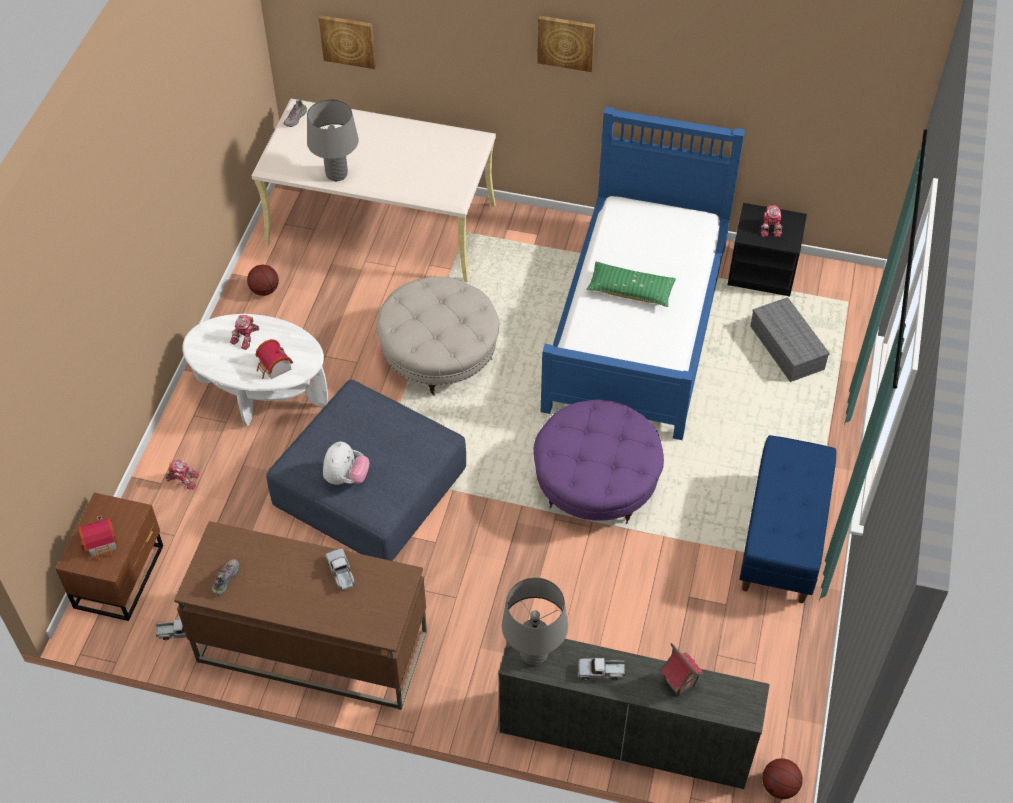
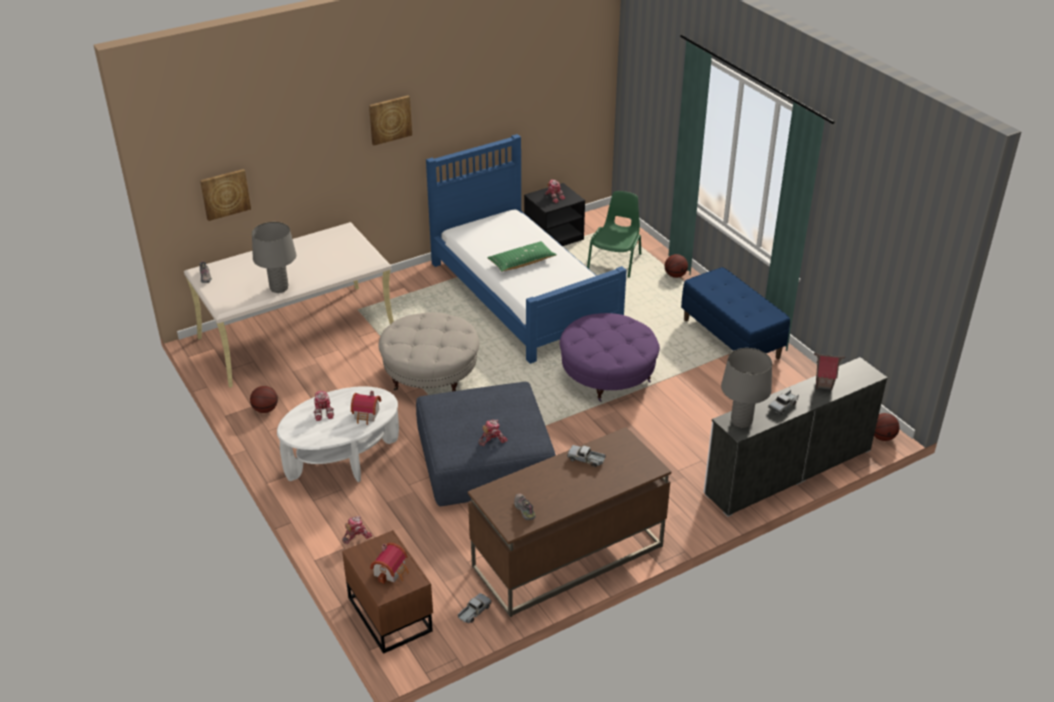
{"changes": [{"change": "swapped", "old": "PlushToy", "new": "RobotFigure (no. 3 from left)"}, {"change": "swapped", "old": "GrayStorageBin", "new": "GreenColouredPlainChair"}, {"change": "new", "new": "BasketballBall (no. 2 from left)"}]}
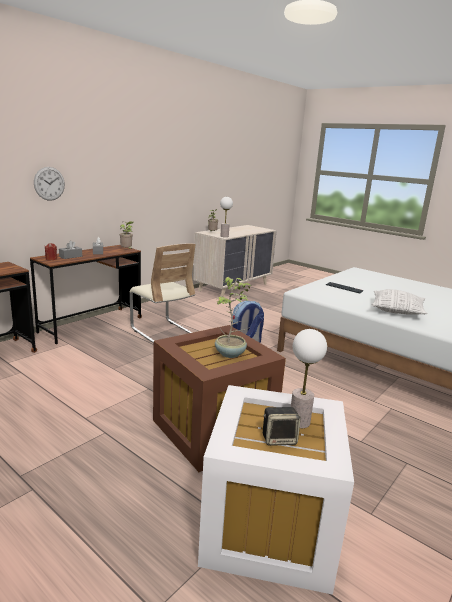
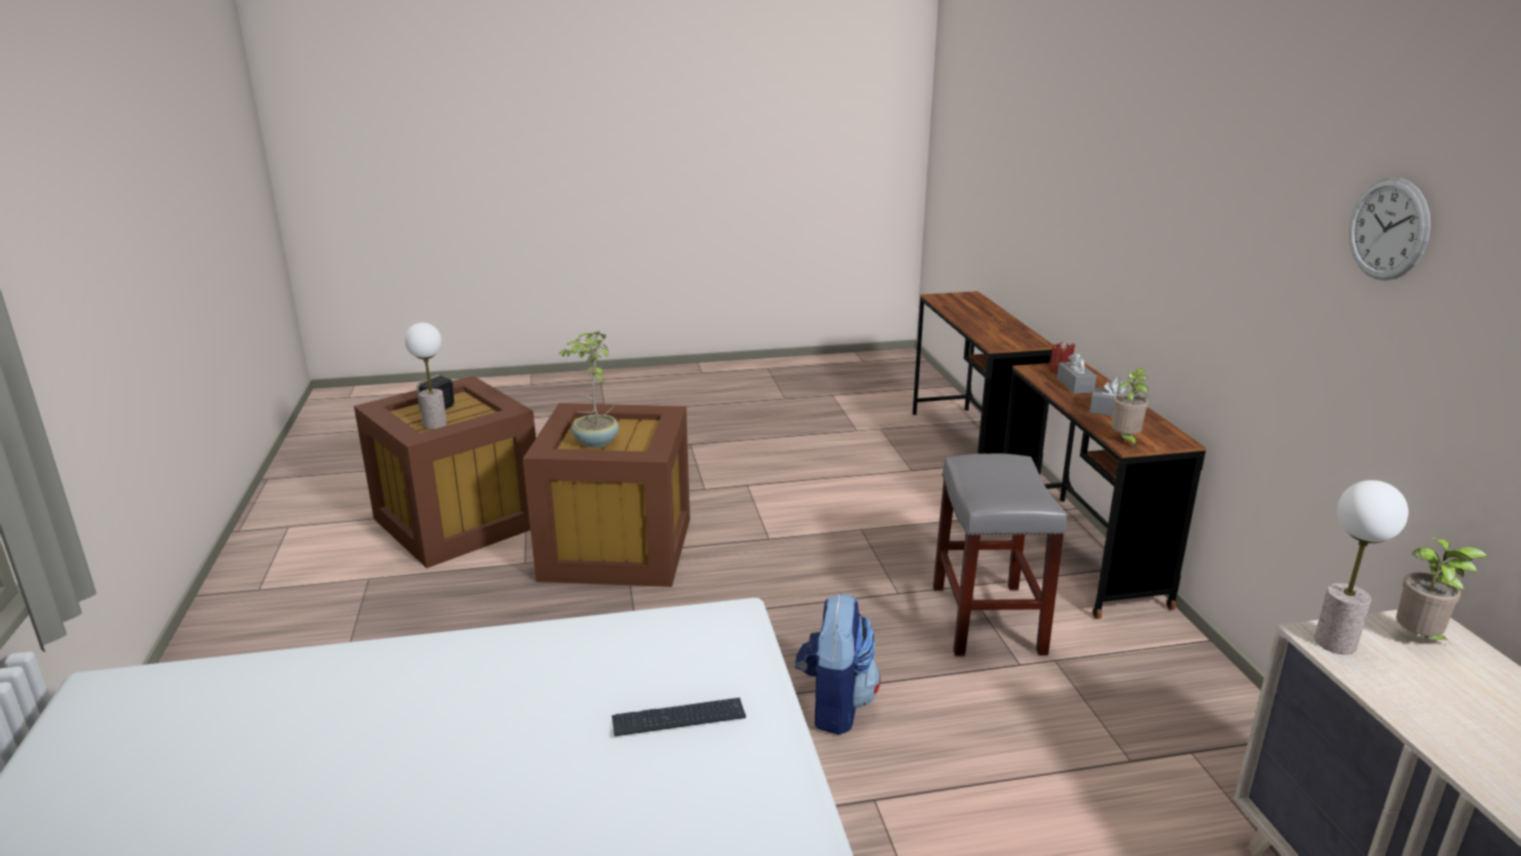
{"changes": [{"change": "repainted", "old": "WhiteStorageBin", "new": "BrownishStorageBin (no. 1 from left)"}, {"change": "swapped", "old": "BeigePlainChair", "new": "GrayStoolSeat"}, {"change": "shifted", "old": "HangingClock"}, {"change": "gone", "old": "ThrowPillow"}]}
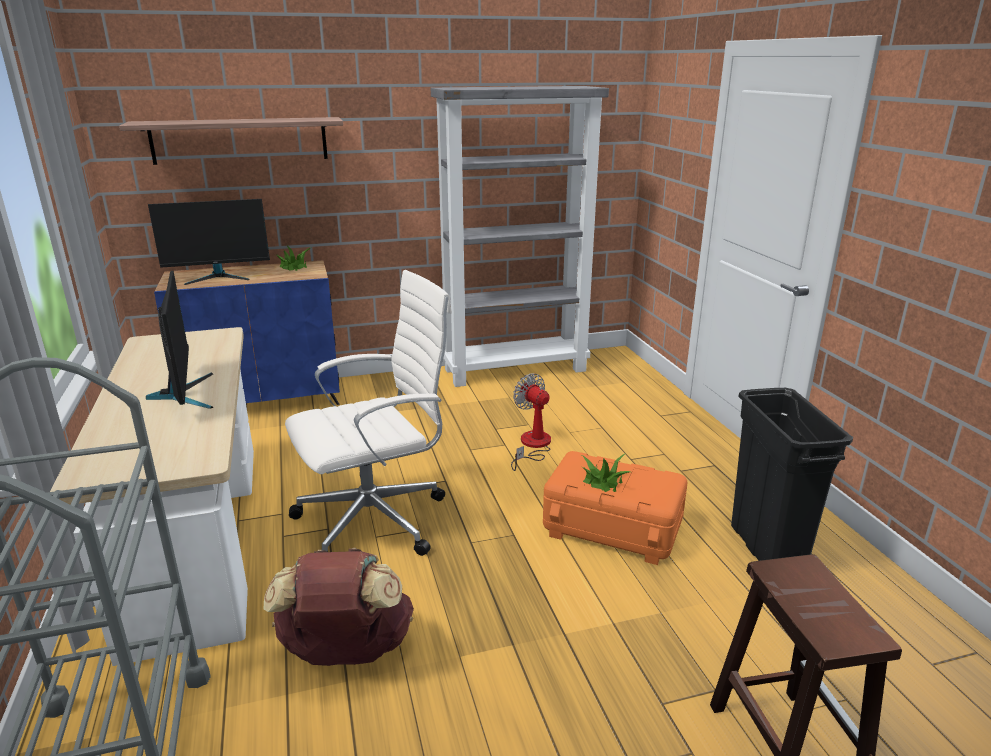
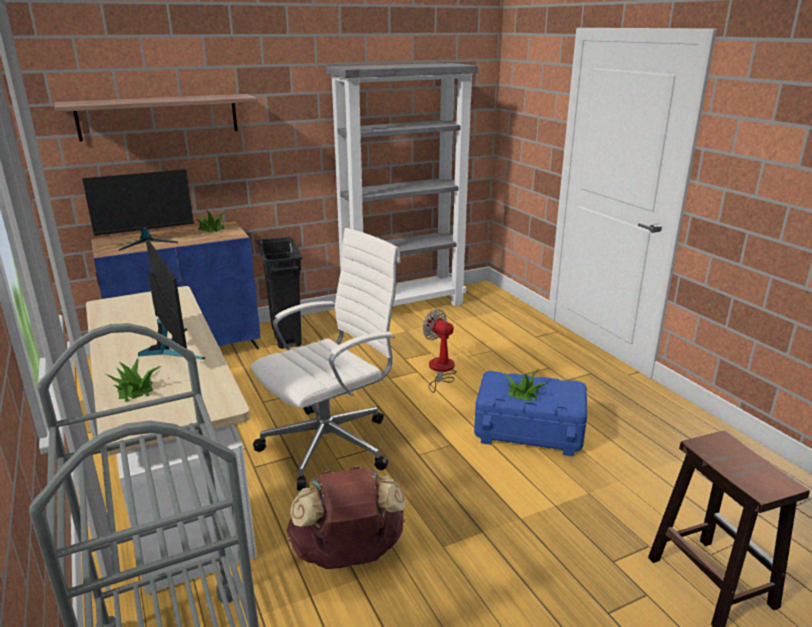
{"changes": [{"change": "new", "new": "Houseplant (no. 1 from left)"}, {"change": "shifted", "old": "BlackishWasteBin"}, {"change": "repainted", "old": "OrangeColouredStorageBin", "new": "BluishStorageBin"}]}
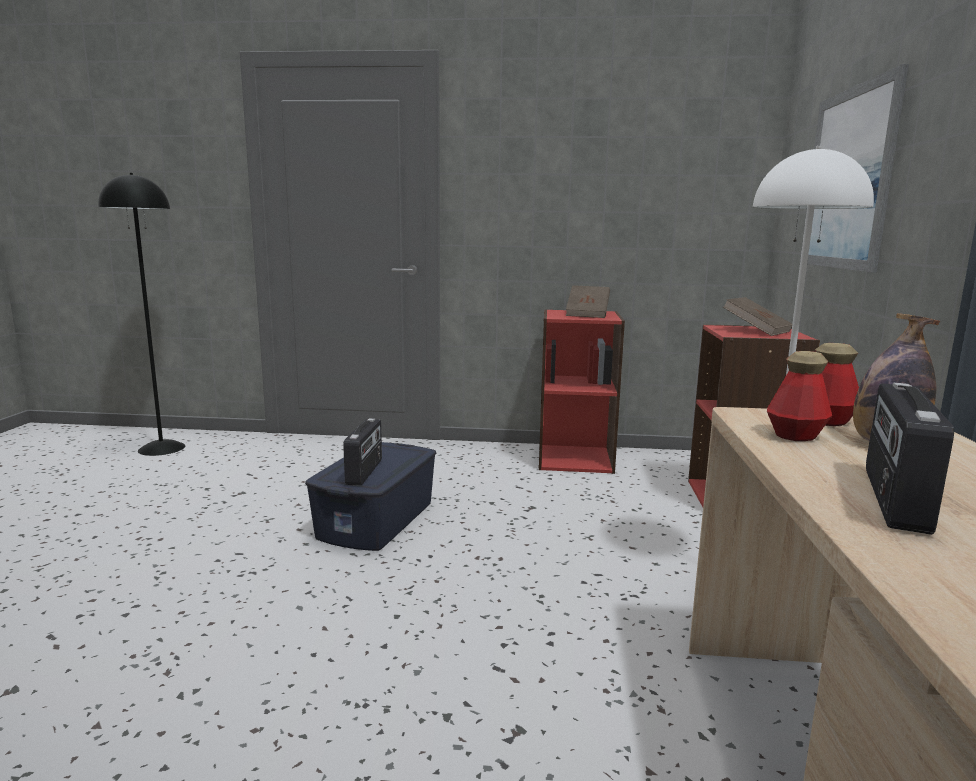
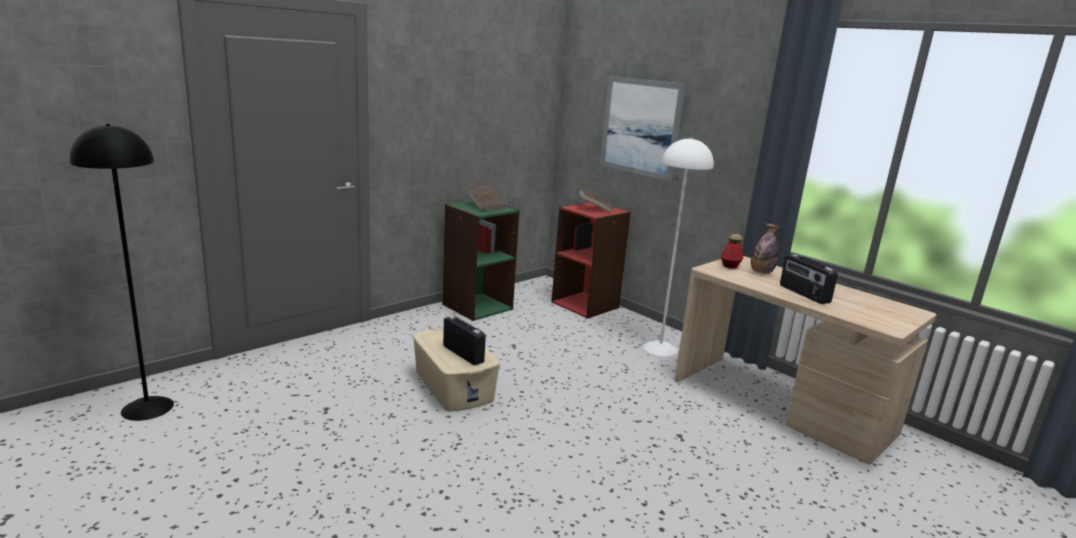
{"changes": [{"change": "repainted", "old": "BluishStorageBin", "new": "BeigeStorageBin"}, {"change": "repainted", "old": "RedBookshelf (no. 1 from left)", "new": "GreenColouredBookshelf"}, {"change": "gone", "old": "BeverageBottle (no. 1 from left)"}]}
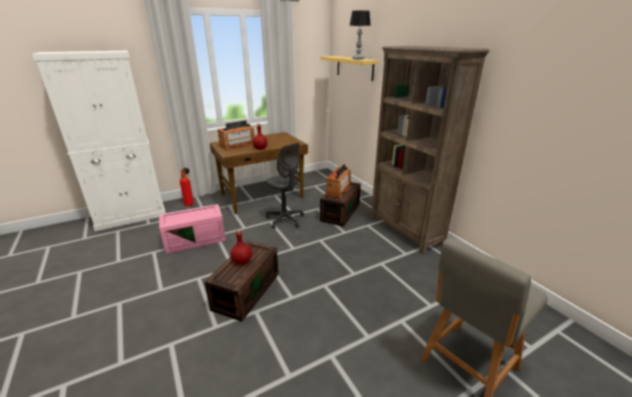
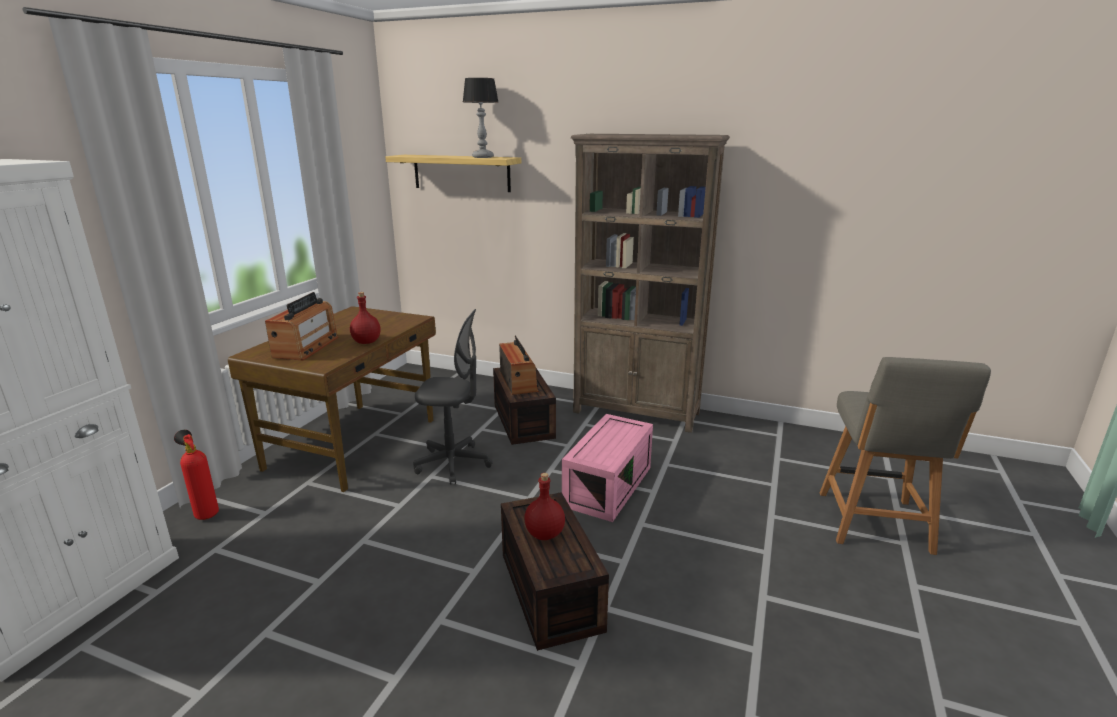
{"changes": [{"change": "shifted", "old": "PinkStorageBin"}]}
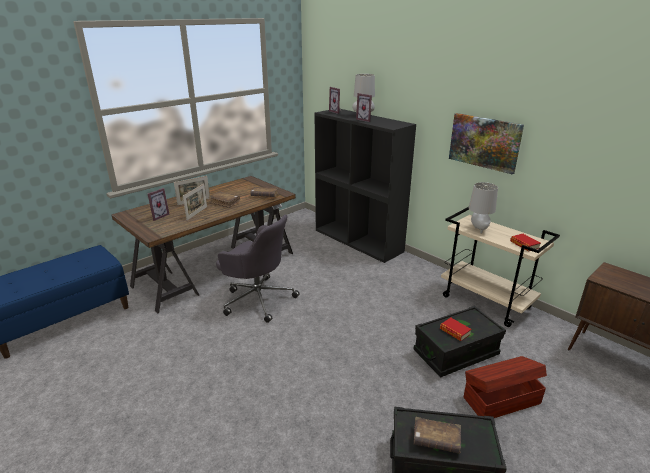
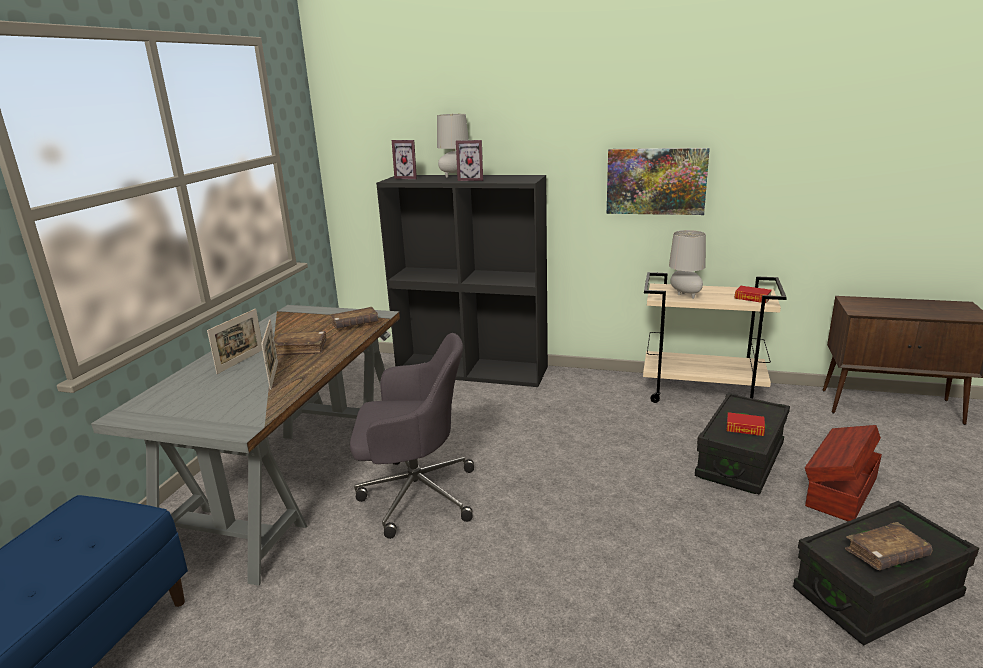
{"changes": [{"change": "repainted", "old": "BrownishDeskUnit", "new": "GrayDeskUnit"}, {"change": "gone", "old": "PhotoFrame (no. 1 from left)"}]}
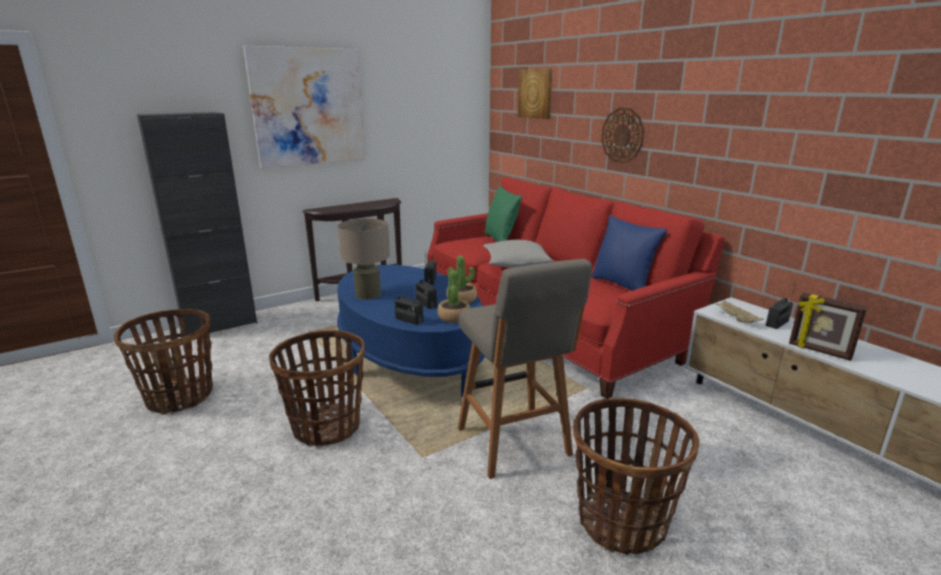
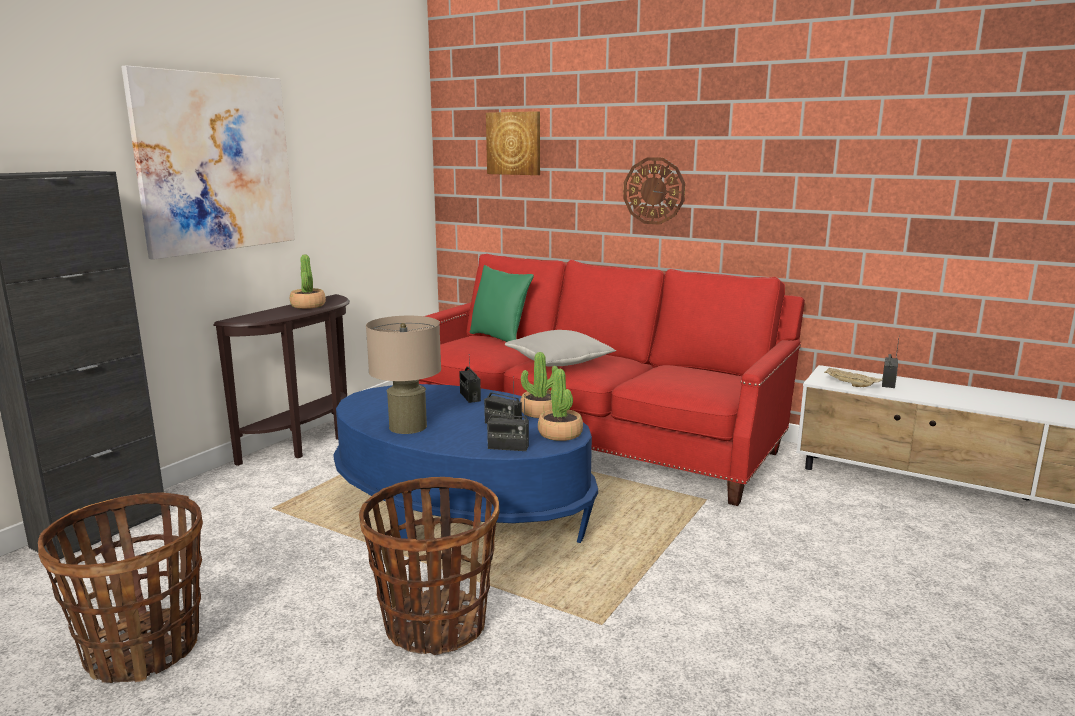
{"changes": [{"change": "new", "new": "Houseplant (no. 1 from left)"}, {"change": "gone", "old": "GrayStoolSeat"}, {"change": "gone", "old": "Basket (no. 3 from left)"}, {"change": "gone", "old": "BluishThrowPillow"}, {"change": "gone", "old": "PhotoFrame"}]}
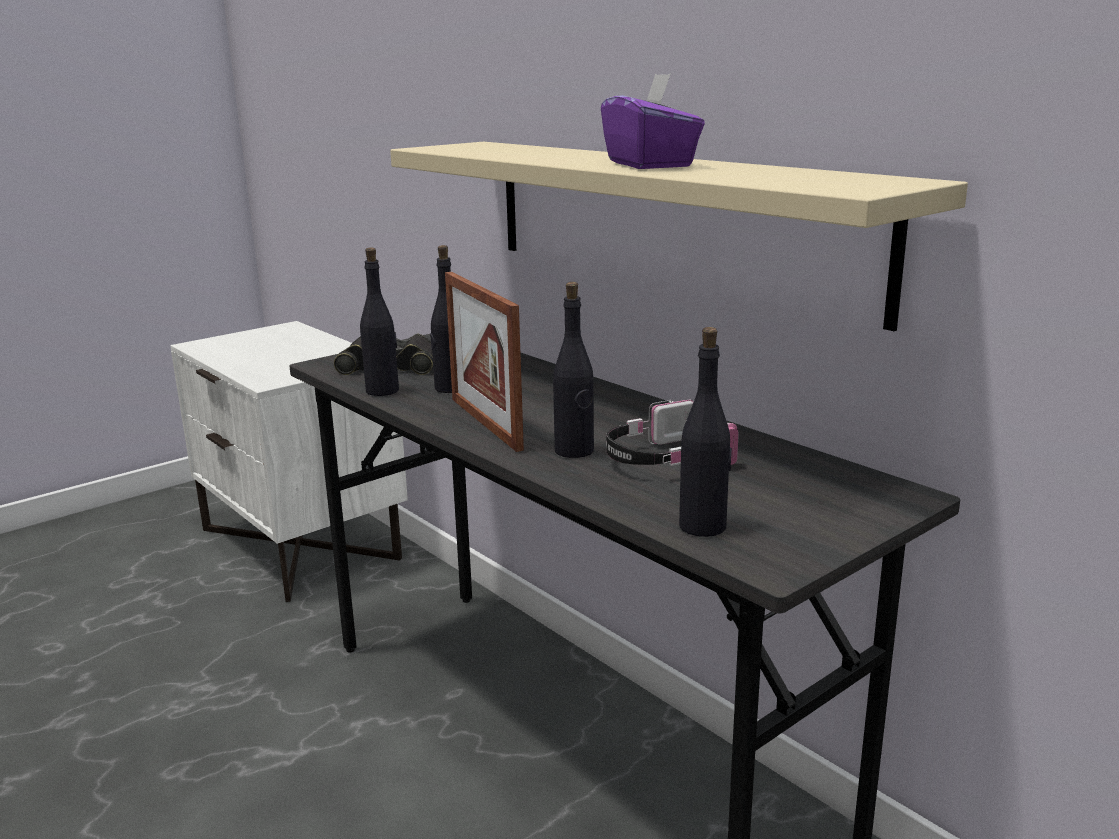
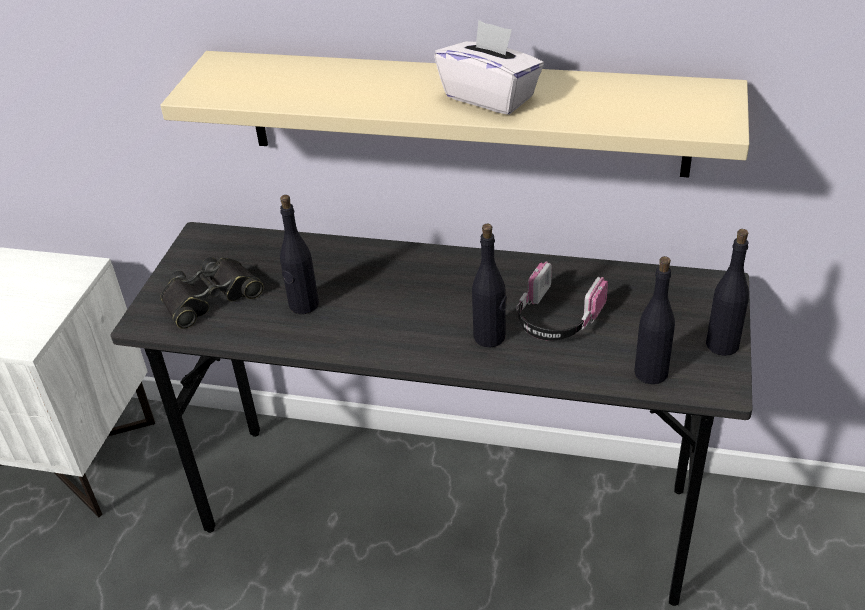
{"changes": [{"change": "repainted", "old": "PurpleColouredTissueBox", "new": "WhiteTissueBox"}, {"change": "shifted", "old": "BlackishBeverageBottle (no. 1 from left in the first image)", "new": "BlackishBeverageBottle (no. 4 from left)"}, {"change": "gone", "old": "PhotoFrame"}]}
